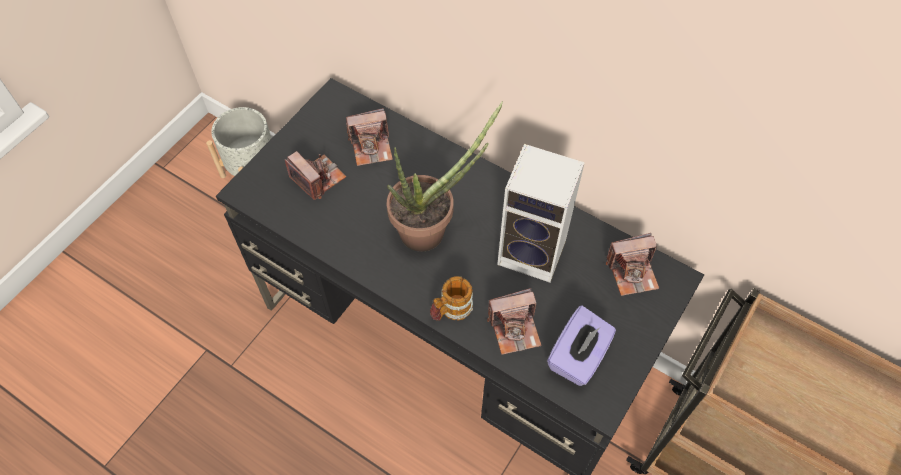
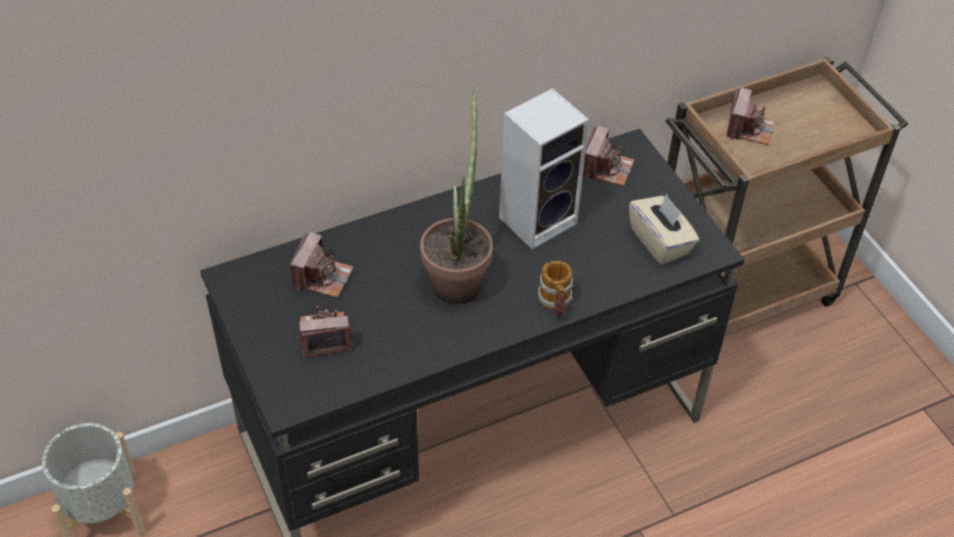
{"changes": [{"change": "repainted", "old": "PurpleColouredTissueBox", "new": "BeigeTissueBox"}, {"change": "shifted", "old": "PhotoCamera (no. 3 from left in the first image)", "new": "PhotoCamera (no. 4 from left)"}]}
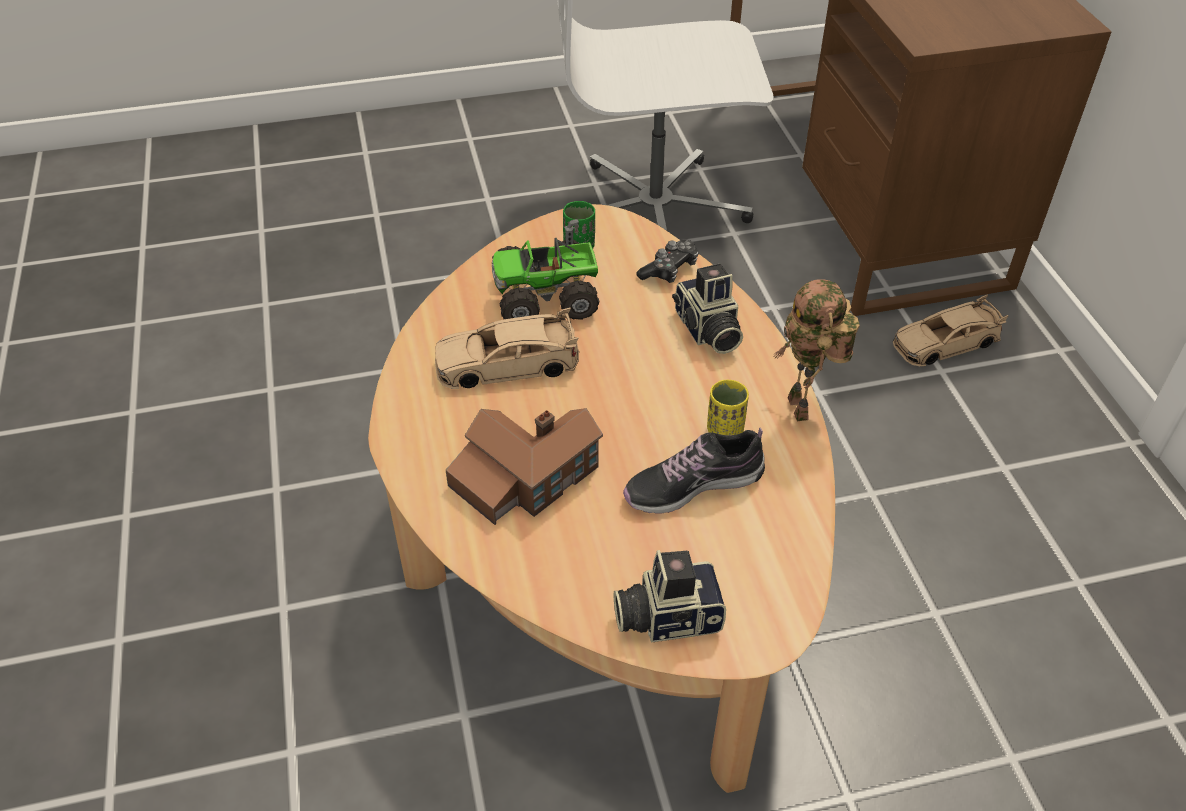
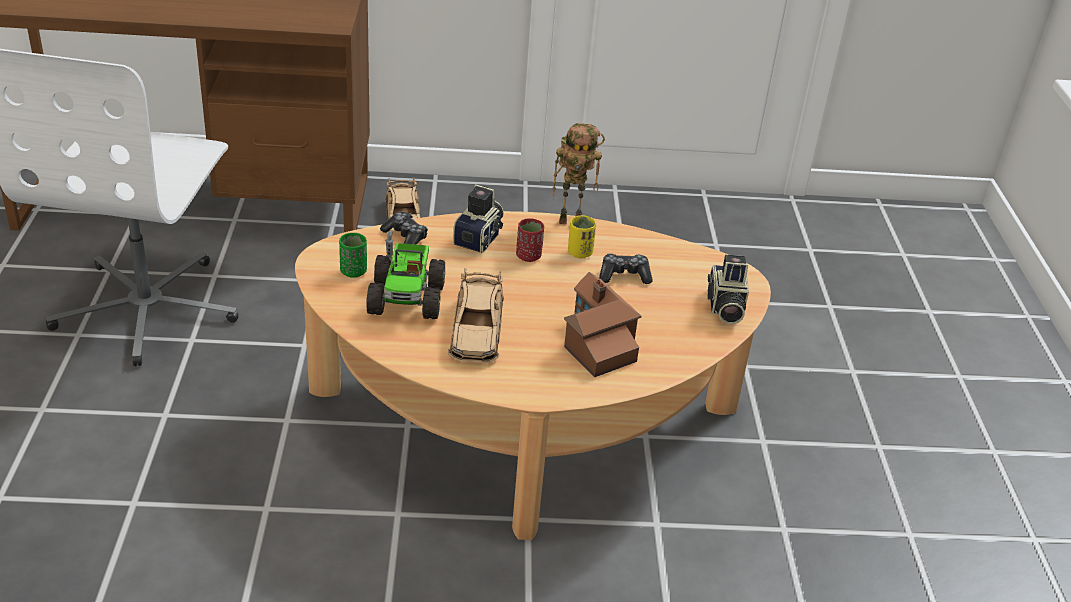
{"changes": [{"change": "rotated", "old": "PhotoCamera (no. 2 from left in the first image)", "degrees": -60}, {"change": "new", "new": "RedDrinkingCup"}, {"change": "swapped", "old": "LowShoe", "new": "Gamepad (no. 2 from left)"}]}
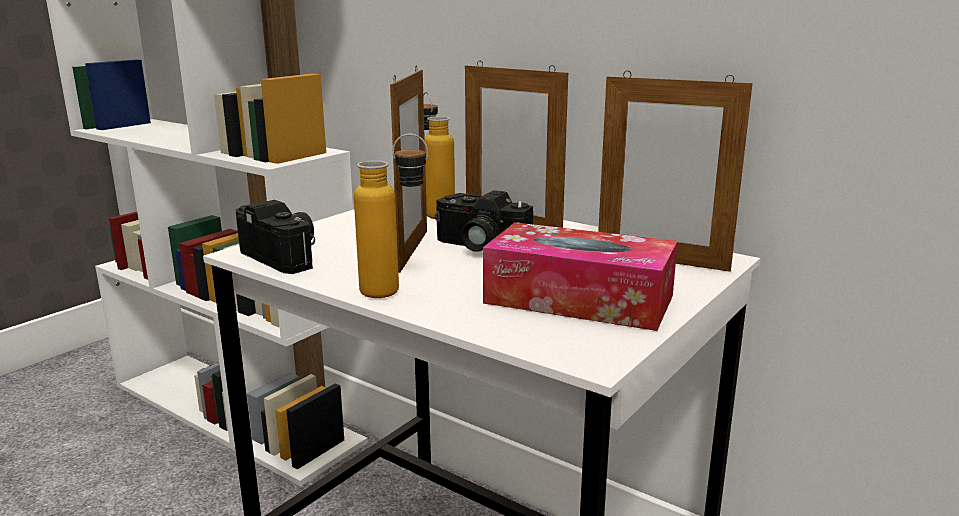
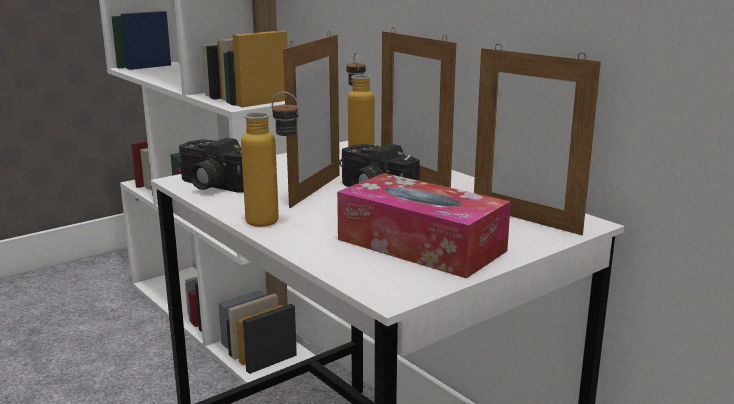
{"changes": [{"change": "rotated", "old": "PhotoCamera (no. 1 from left)", "degrees": 150}]}
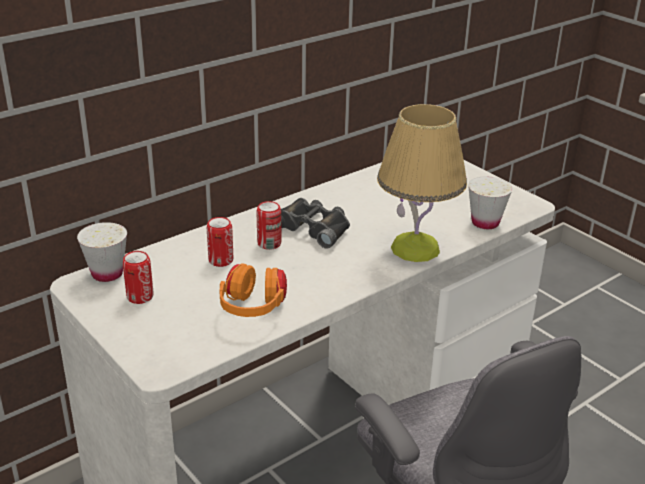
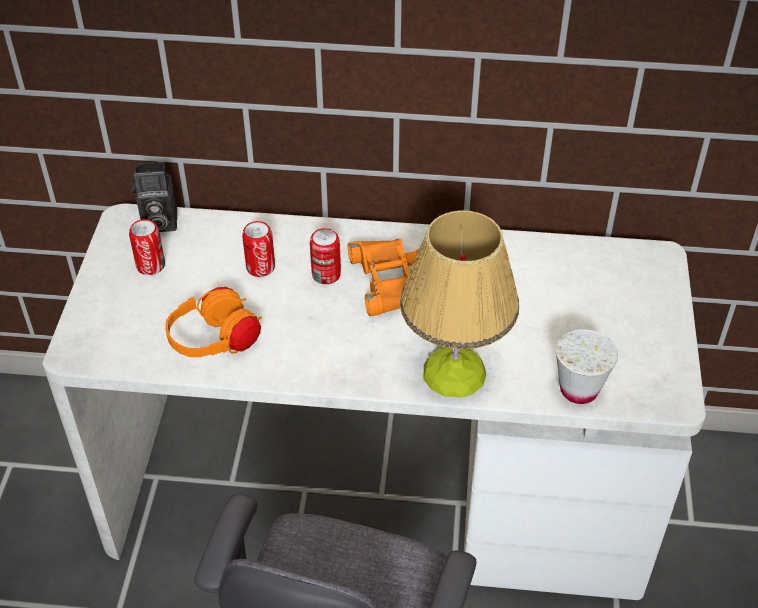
{"changes": [{"change": "swapped", "old": "WhiteDrinkingCup (no. 1 from left)", "new": "PhotoCamera"}, {"change": "repainted", "old": "BlackishBinoculars", "new": "OrangeColouredBinoculars"}]}
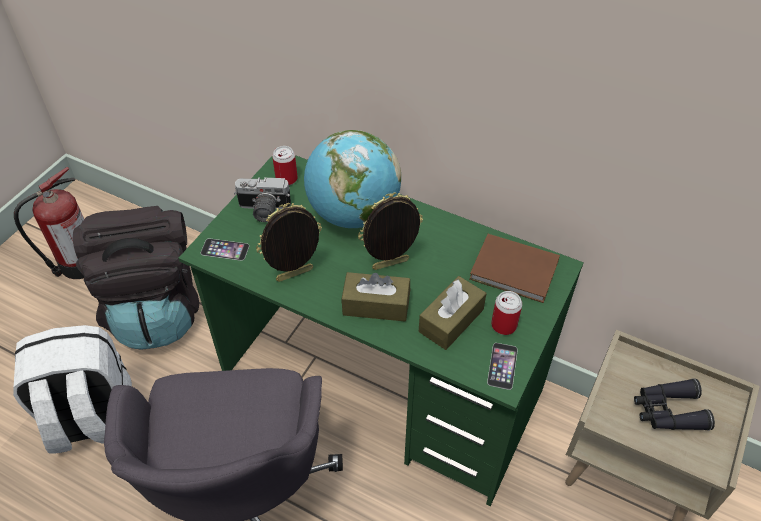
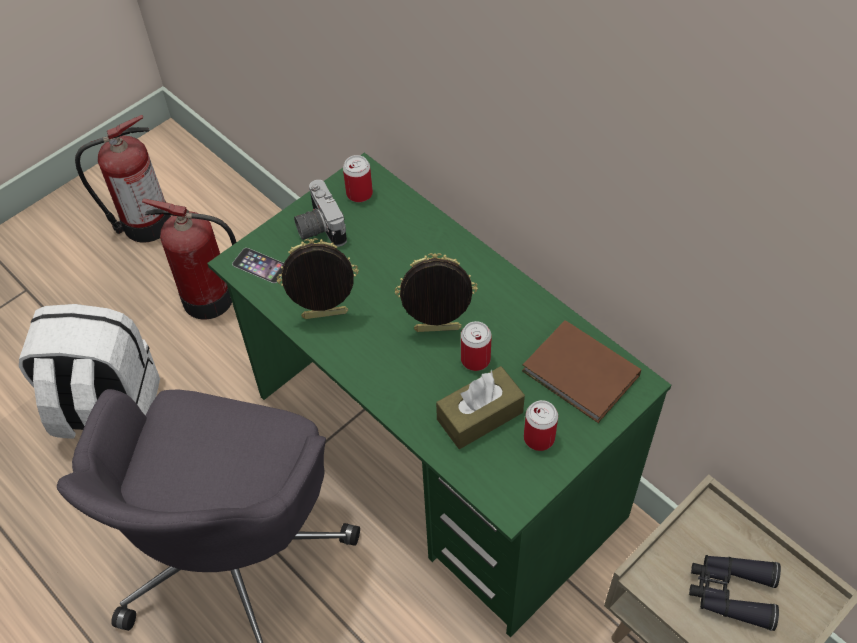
{"changes": [{"change": "swapped", "old": "BlackishRucksack", "new": "FireExtinguisher (no. 2 from left)"}, {"change": "rotated", "old": "PhotoCamera", "degrees": 45}, {"change": "new", "new": "SealedCan (no. 2 from left)"}, {"change": "gone", "old": "WorldGlobe"}, {"change": "gone", "old": "BrownishTissueBox (no. 1 from left)"}, {"change": "gone", "old": "Handset (no. 2 from left)"}]}
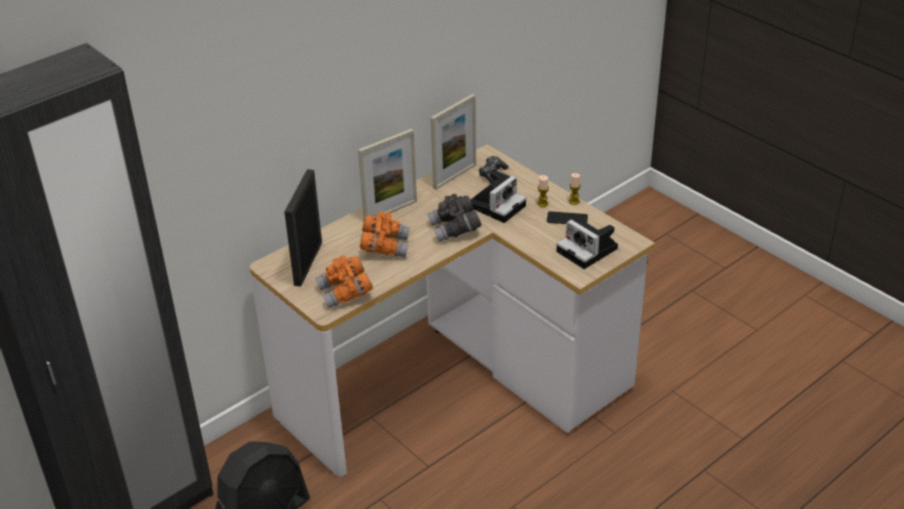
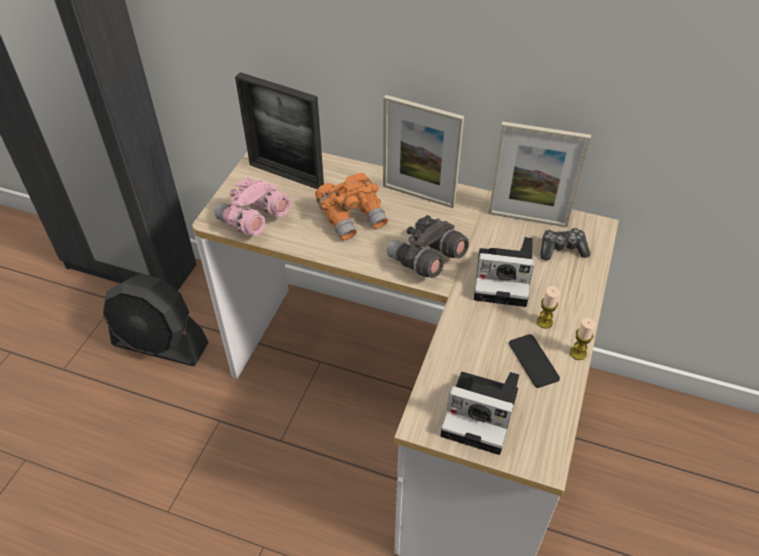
{"changes": [{"change": "repainted", "old": "OrangeColouredBinoculars (no. 1 from left)", "new": "PinkBinoculars"}, {"change": "rotated", "old": "PhotoFrame (no. 1 from left)", "degrees": -135}, {"change": "rotated", "old": "PhotoCamera (no. 2 from left in the first image)", "degrees": -90}]}
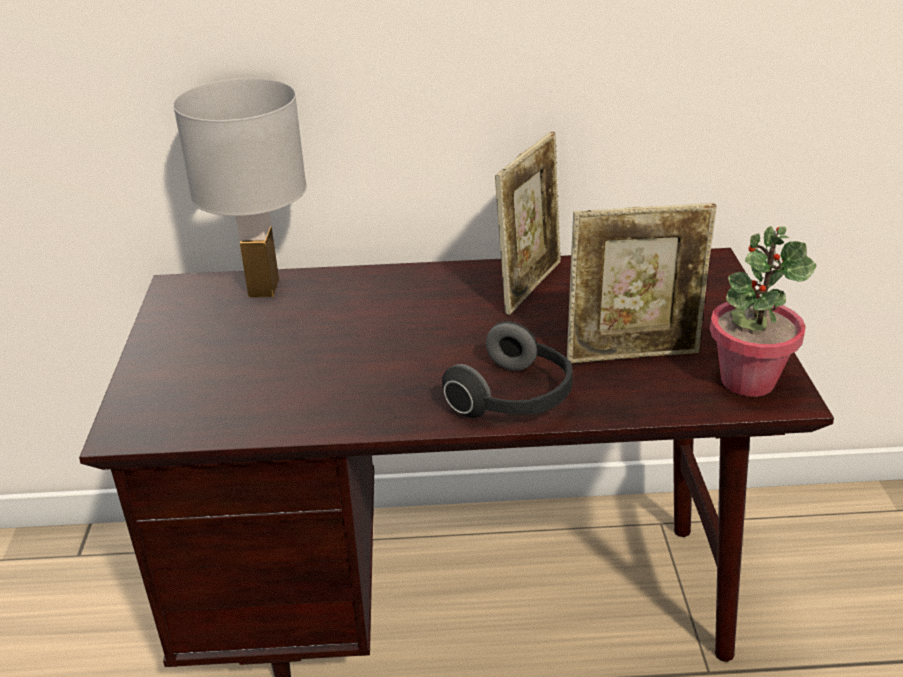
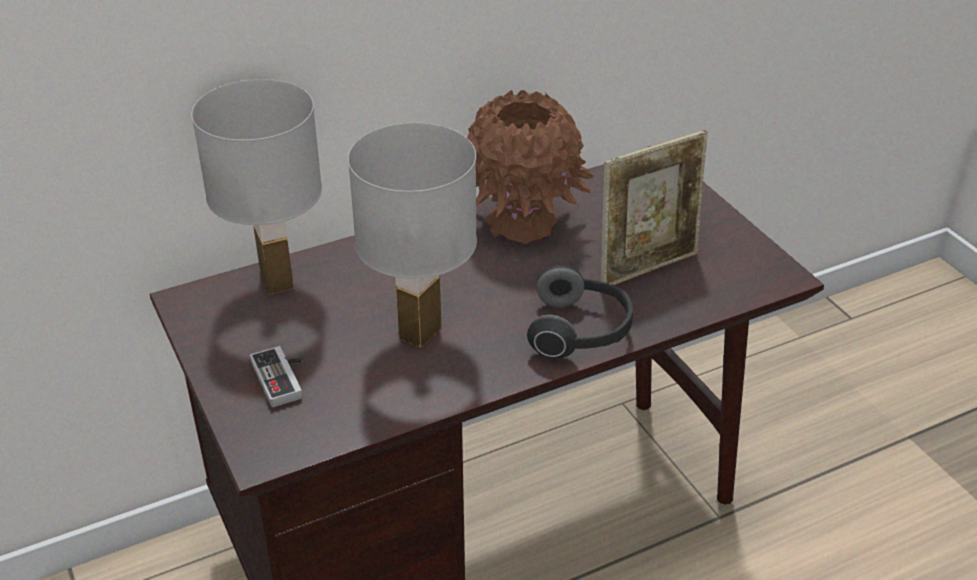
{"changes": [{"change": "new", "new": "Gamepad"}, {"change": "new", "new": "WhiteTableLamp (no. 2 from left)"}, {"change": "swapped", "old": "PhotoFrame (no. 1 from left)", "new": "BrownishDecorativeVase"}, {"change": "gone", "old": "Houseplant"}]}
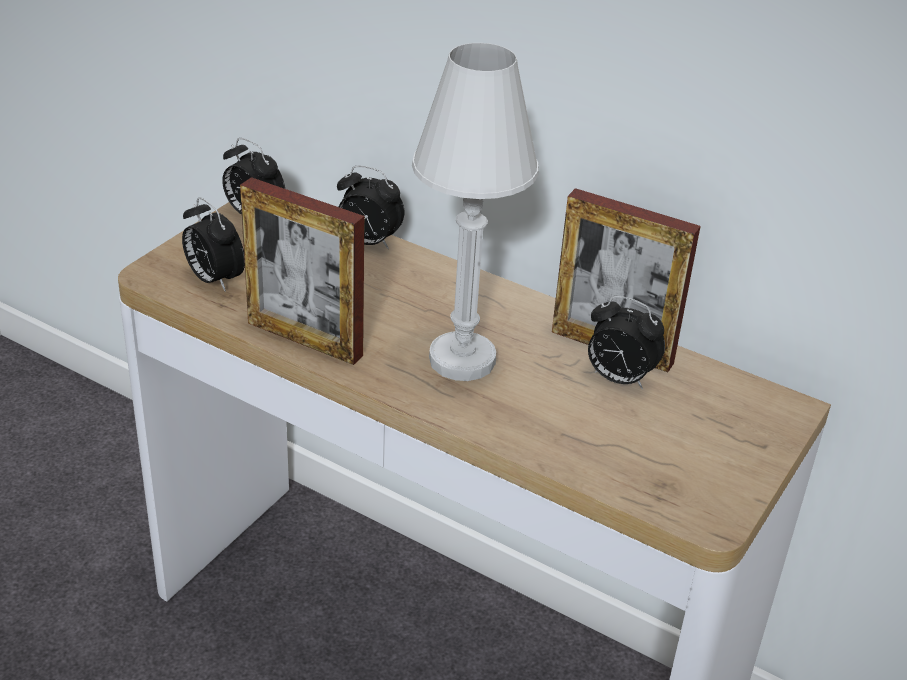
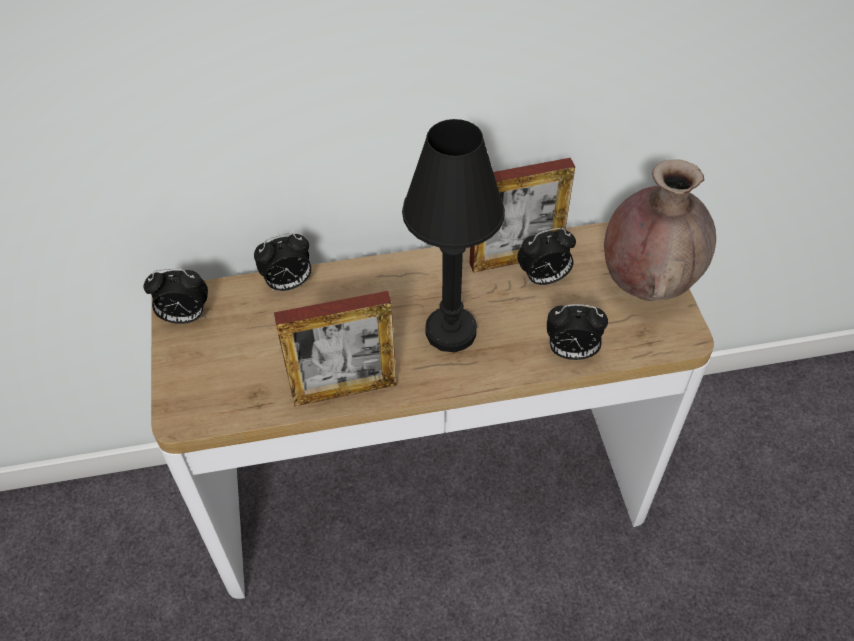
{"changes": [{"change": "repainted", "old": "WhiteTableLamp", "new": "BlackishTableLamp"}, {"change": "shifted", "old": "BedsideClock (no. 1 from left in the first image)", "new": "BedsideClock (no. 4 from left)"}, {"change": "new", "new": "BrownishDecorativeVase"}]}
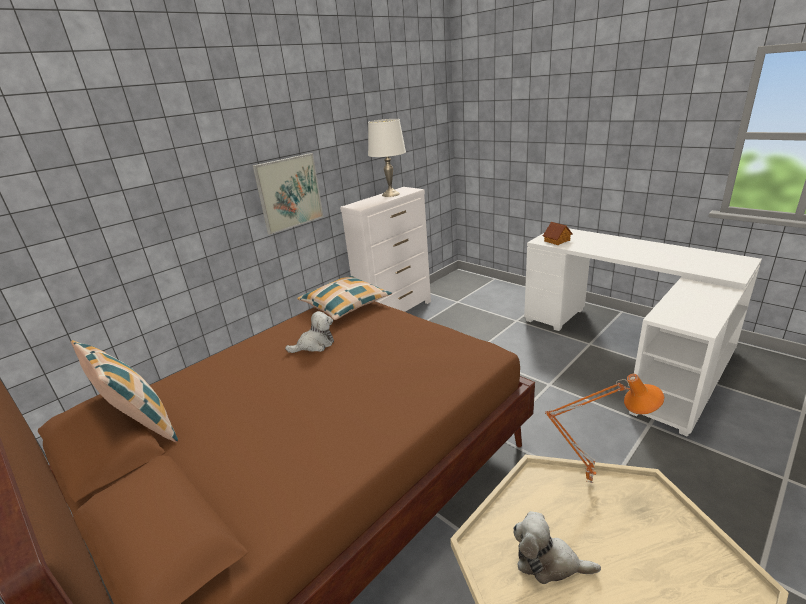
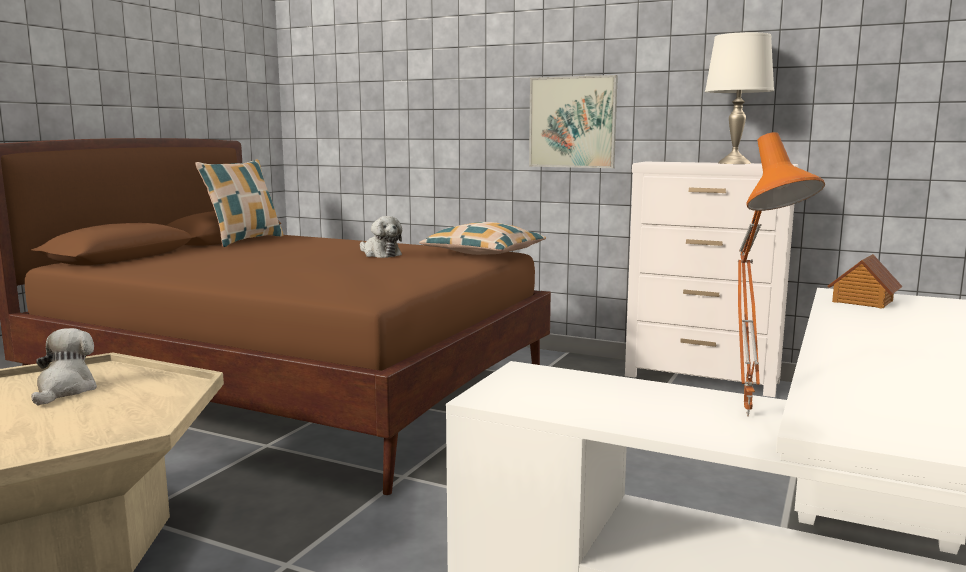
{"changes": [{"change": "shifted", "old": "OrangeColouredTableLamp"}]}
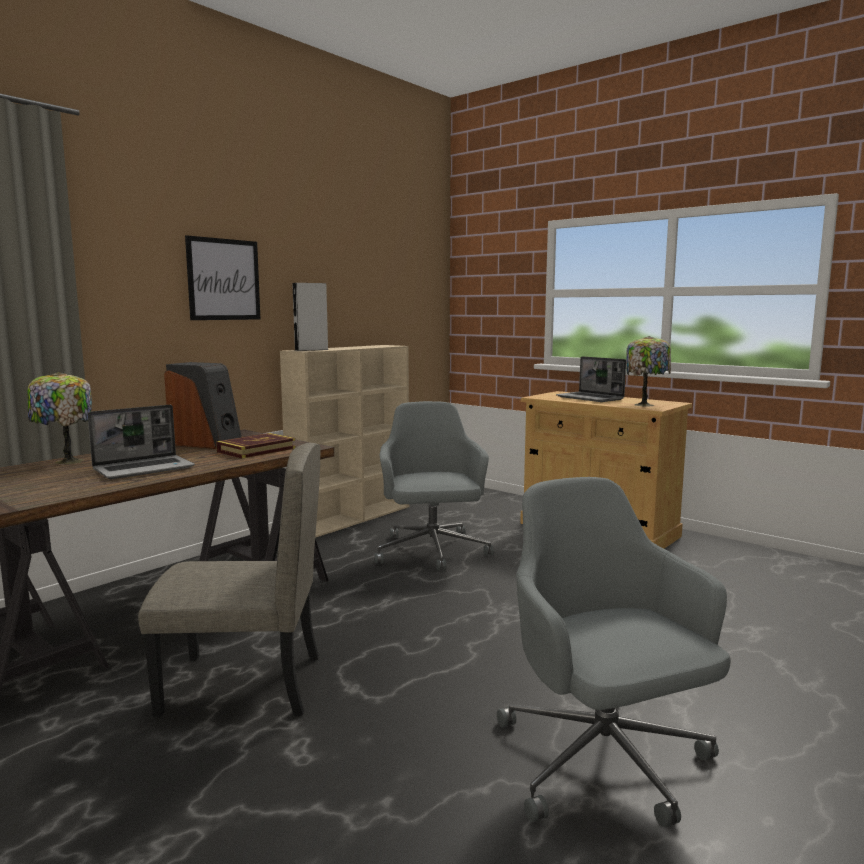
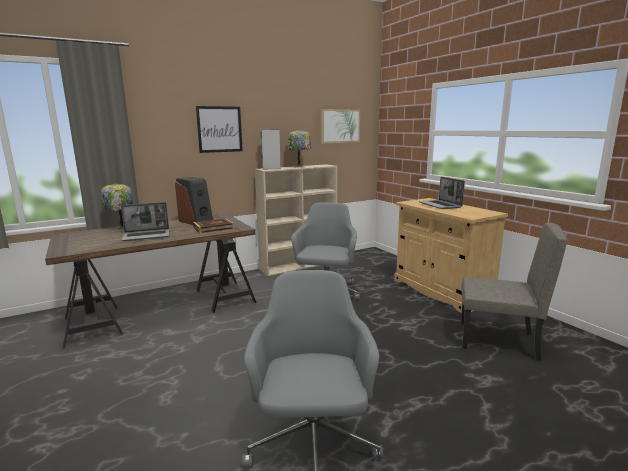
{"changes": [{"change": "shifted", "old": "TableLamp (no. 2 from left)"}, {"change": "new", "new": "Picture (no. 2 from left)"}, {"change": "shifted", "old": "BeigePlainChair"}]}
